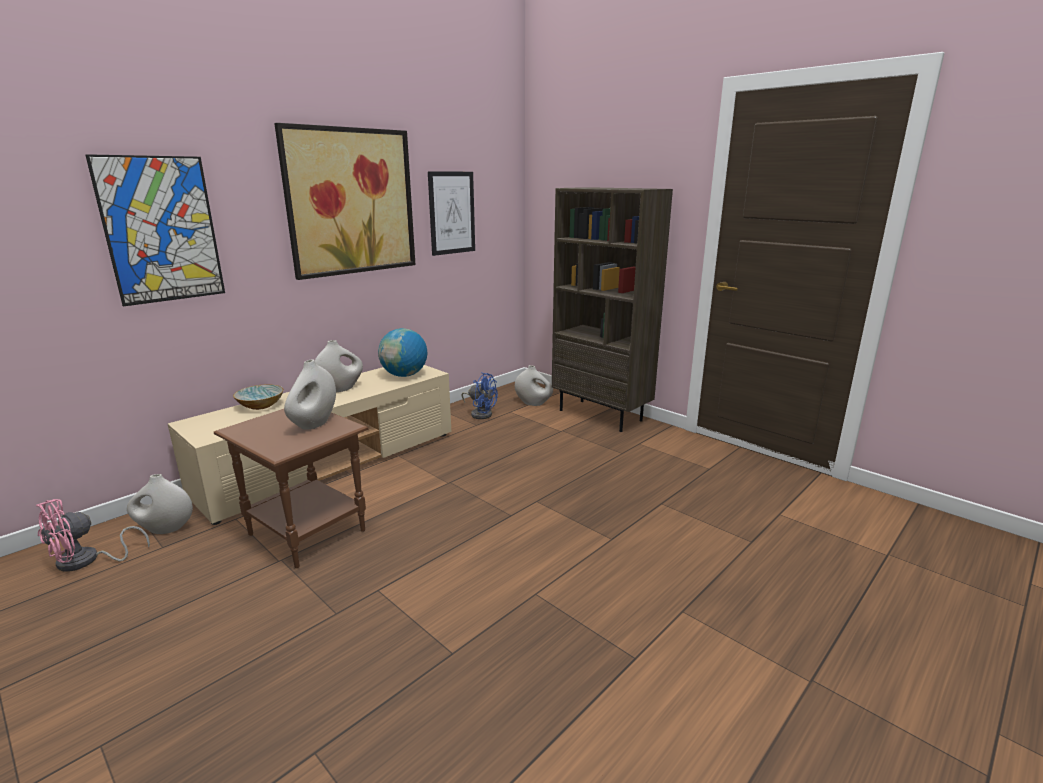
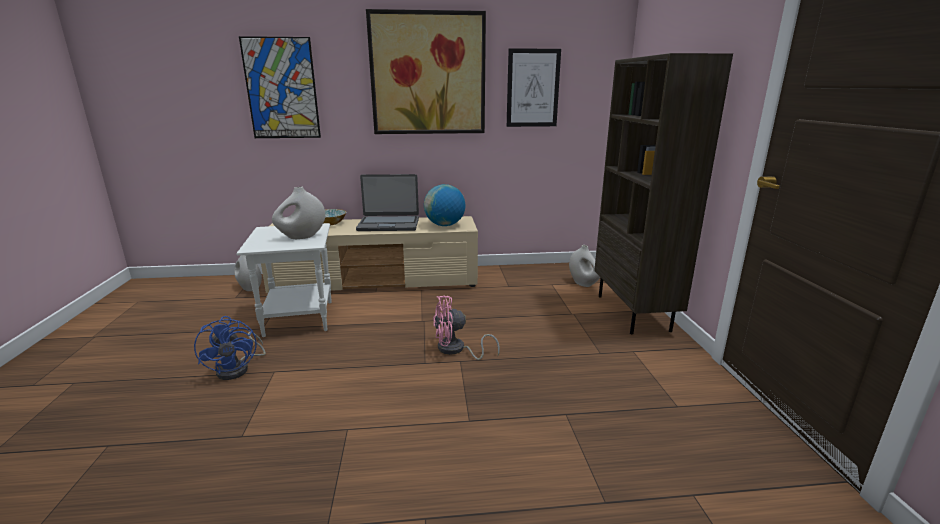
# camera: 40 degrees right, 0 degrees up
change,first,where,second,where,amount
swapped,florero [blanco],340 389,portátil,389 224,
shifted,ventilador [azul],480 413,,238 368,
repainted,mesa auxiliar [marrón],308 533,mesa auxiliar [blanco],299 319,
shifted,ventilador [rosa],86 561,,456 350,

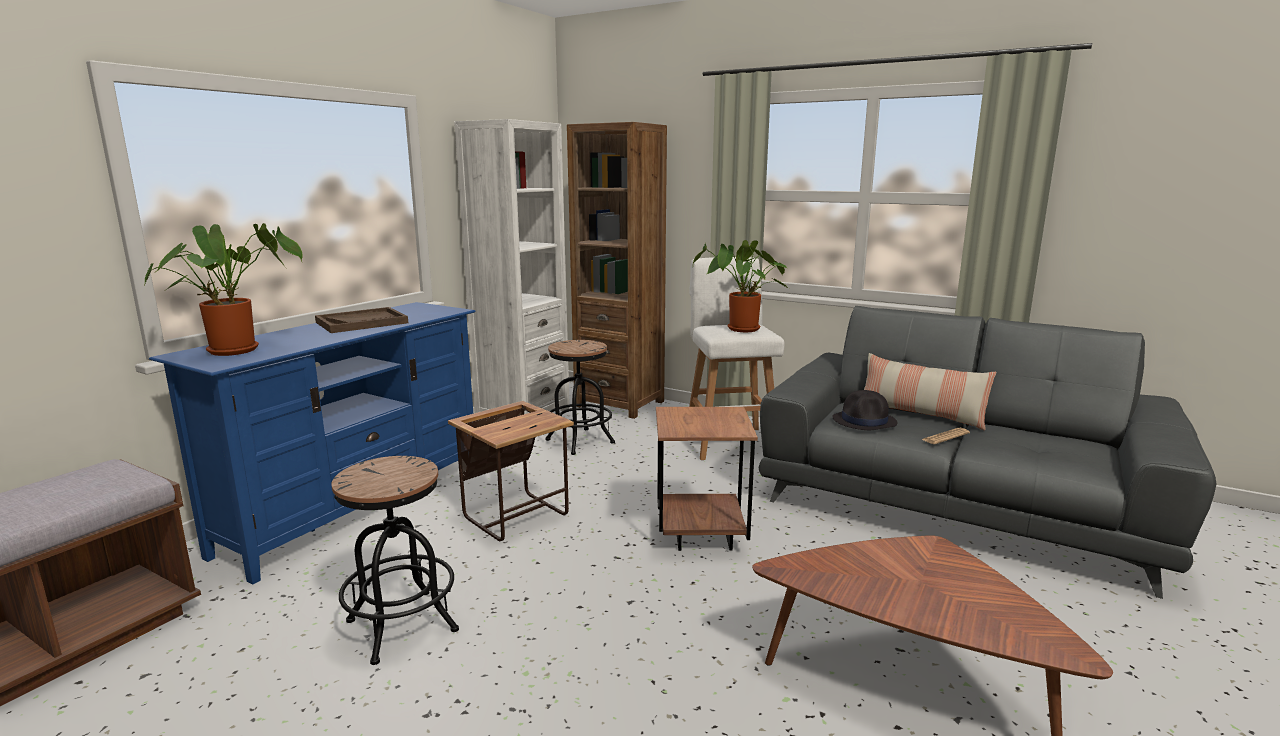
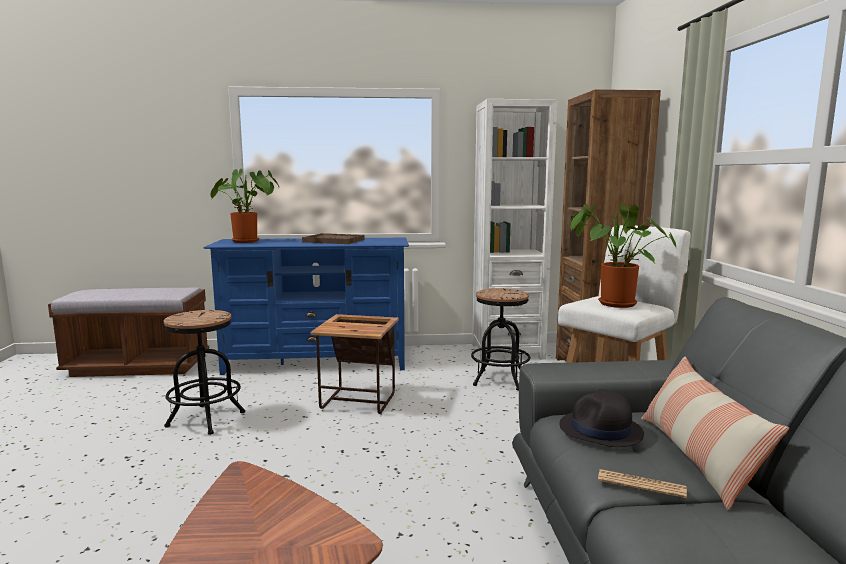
# camera: 55 degrees right, 5 degrees down
change,first,where,second,where,amount
gone,mesa auxiliar [marrón],701 535,,,

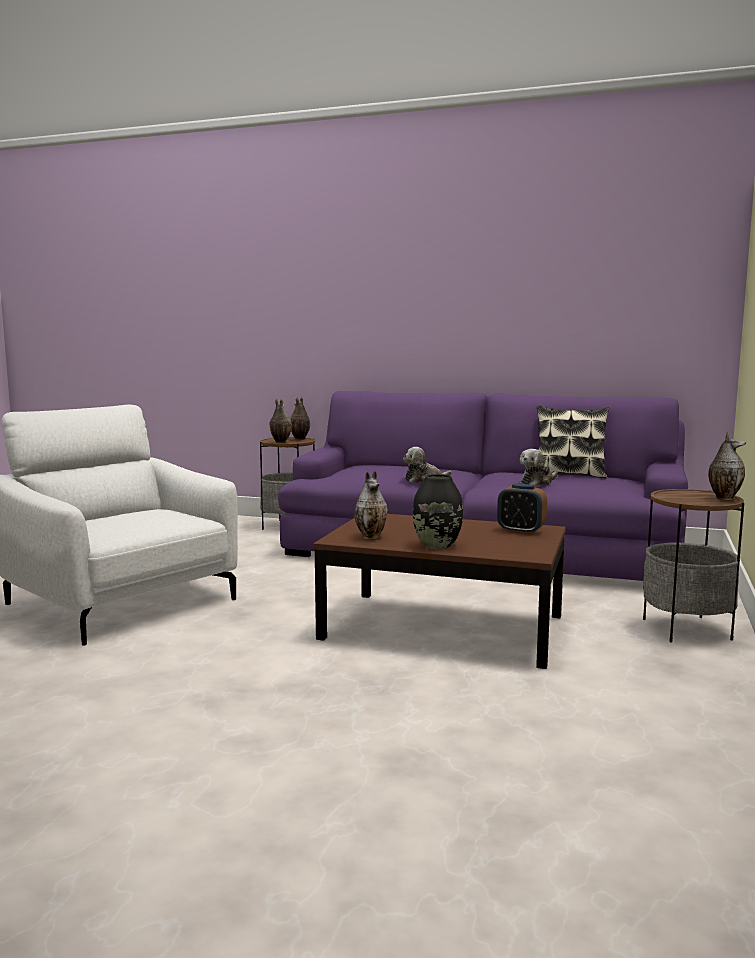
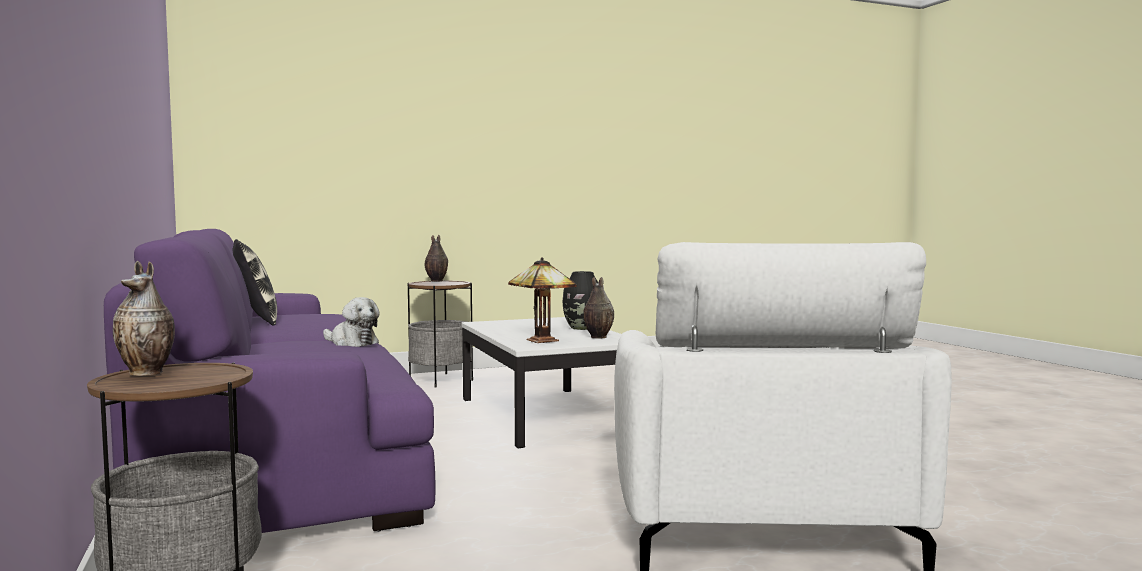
# camera: 130 degrees left, 5 degrees down
change,first,where,second,where,amount
gone,florero,280 442,,,
gone,peluche,537 482,,,
gone,despertador,521 531,,,
repainted,mesa de centro [marrón],444 627,mesa de centro [blanco],546 415,
new,,,lámpara de mesa,540 340,

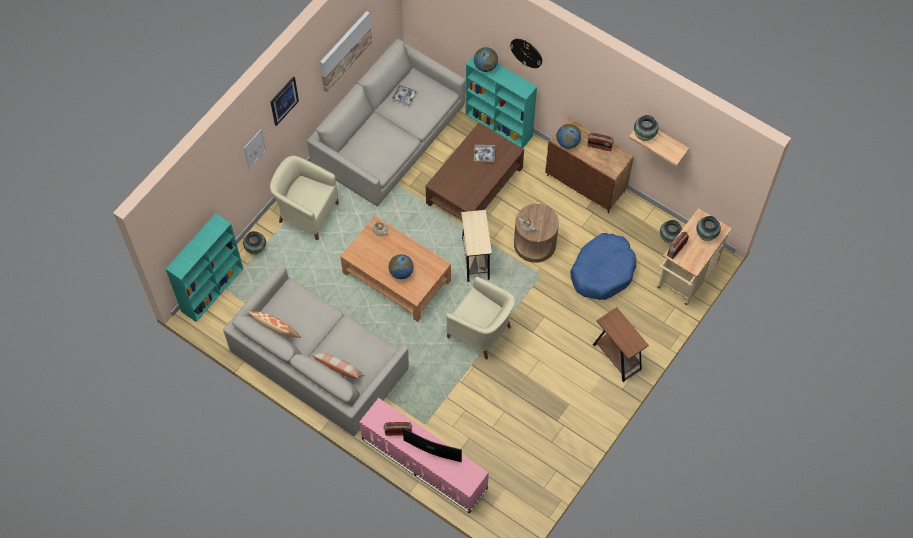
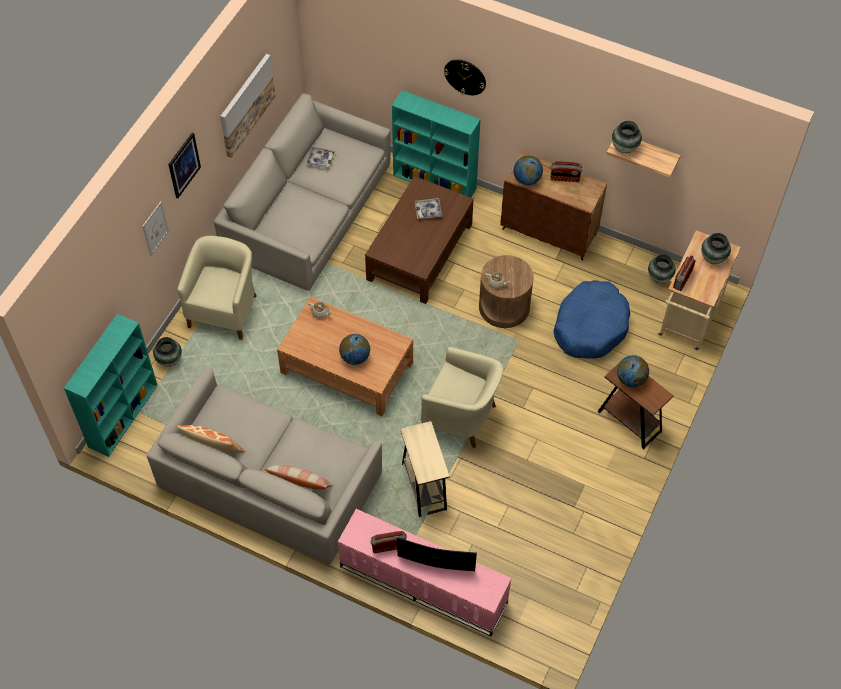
# camera: 10 degrees left, 5 degrees down
change,first,where,second,where,amount
shifted,globo terráqueo,485 66,,631 379,
rotated,sillón [beis],306 212,,224 310,90 degrees clockwise
shifted,mesa auxiliar [beis],475 259,,424 486,

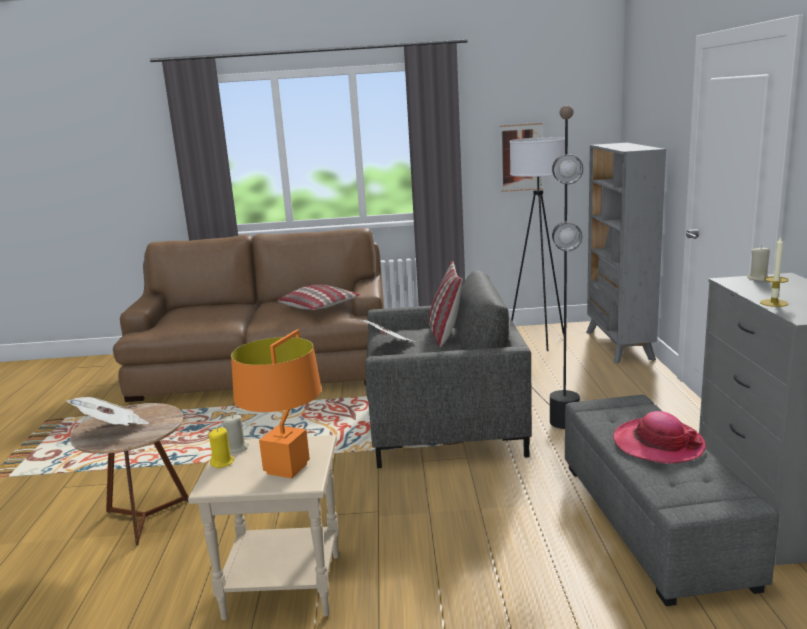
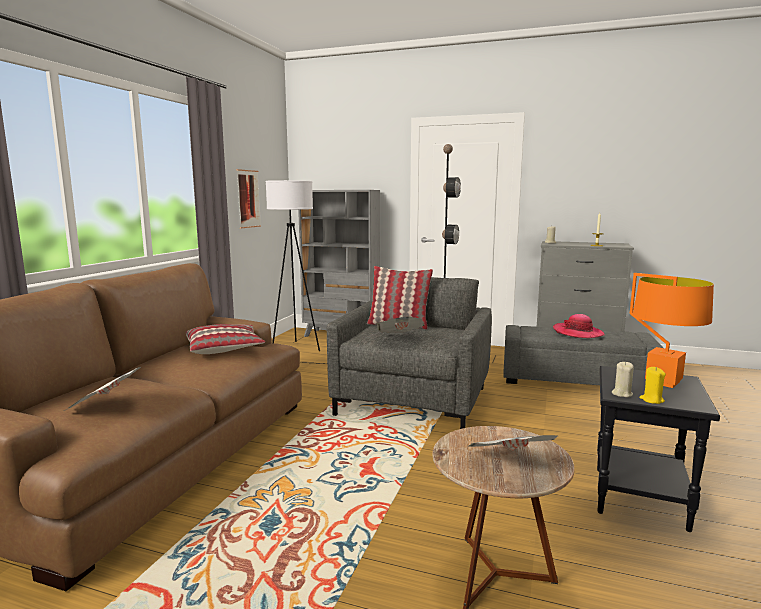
# camera: 70 degrees left, 5 degrees down
change,first,where,second,where,amount
repainted,mesa auxiliar [beis],281 588,mesa auxiliar [negro],641 499,
new,,,periódico,105 406,

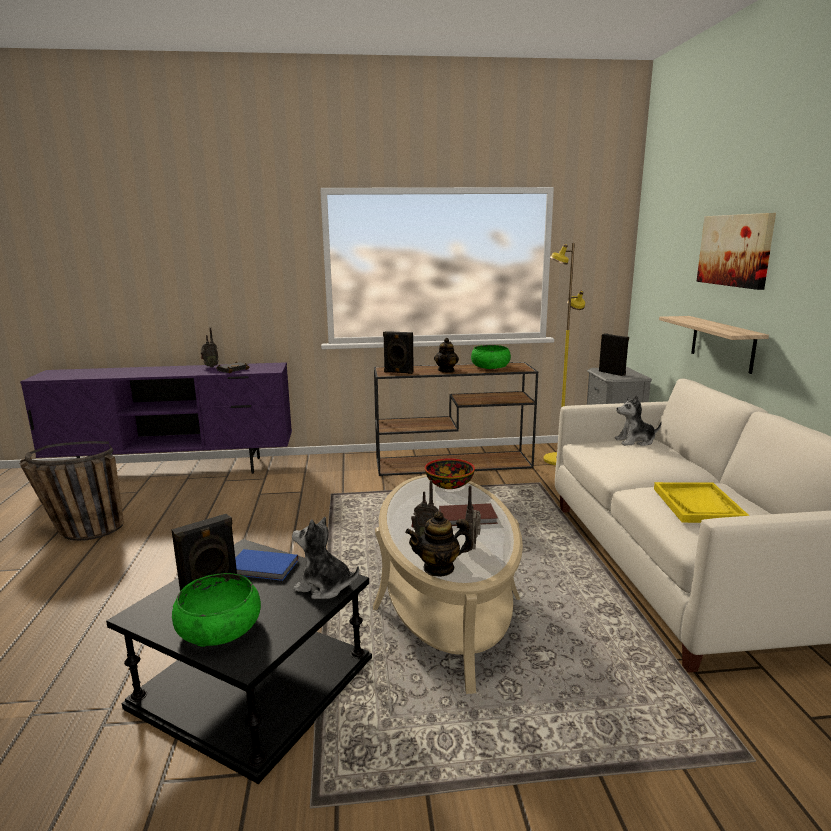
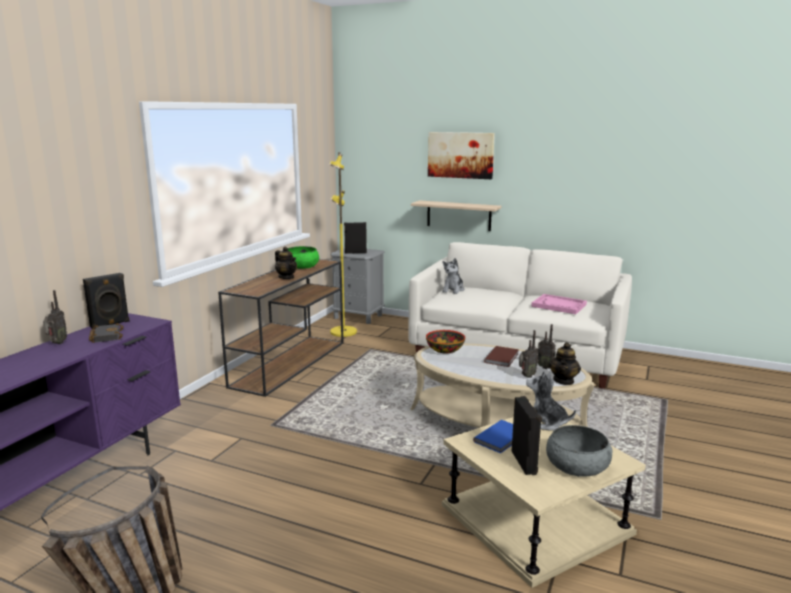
# camera: 60 degrees left, 0 degrees up
change,first,where,second,where,amount
shifted,altavoz [negro],398 372,,110 324,
repainted,bandeja [amarillo],698 505,bandeja [rosa],559 305,
rotated,peluche,324 587,,546 422,75 degrees clockwise
repainted,mesa auxiliar [negro],254 683,mesa auxiliar [beis],536 519,
repainted,cuenco [verde],219 628,cuenco [gris],577 465,

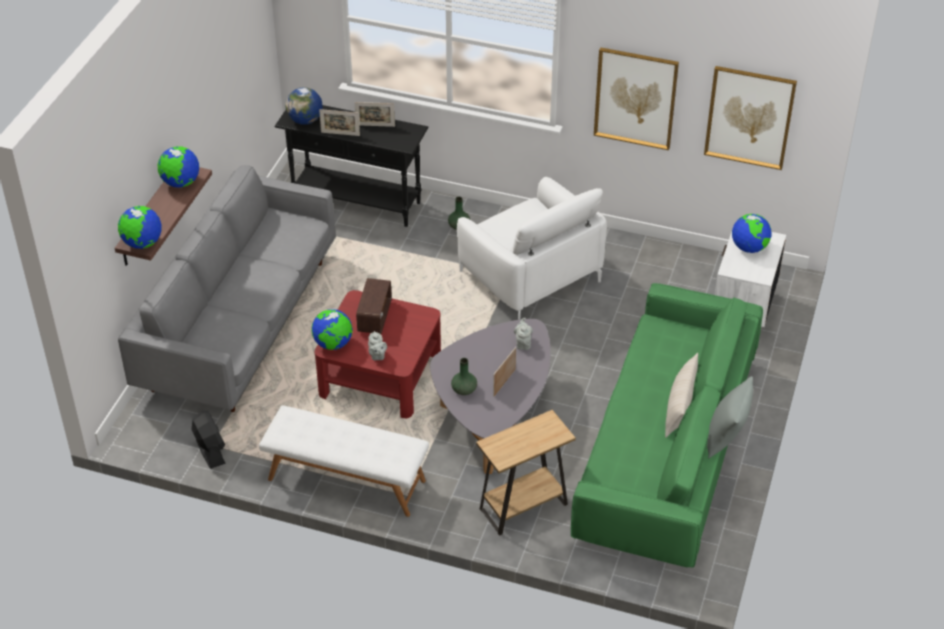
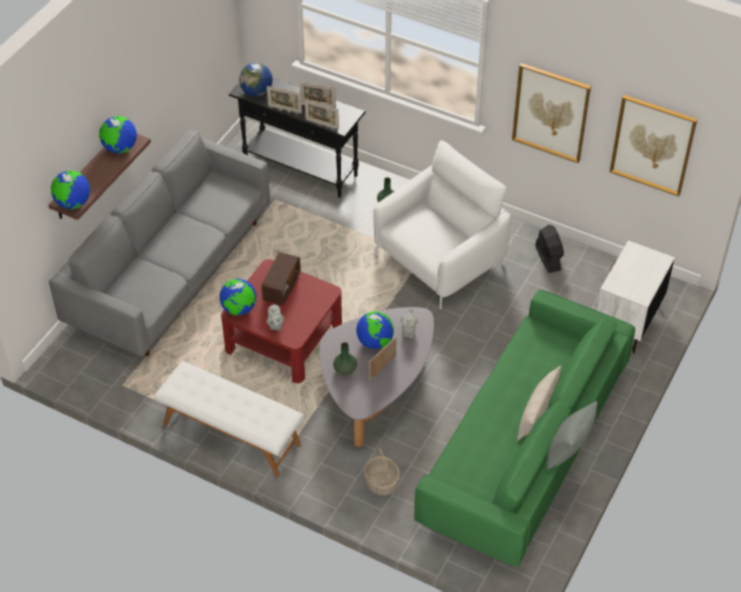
# camera: 10 degrees right, 5 degrees up
change,first,where,second,where,amount
rotated,sillón [blanco],529 276,,439 260,105 degrees counterclockwise
shifted,globo terráqueo,749 248,,375 342,
shifted,ventilador [negro],210 450,,548 258,
swapped,mesa auxiliar [marrón],523 506,cesta,382 483,
new,,,portarretratos,322 124,

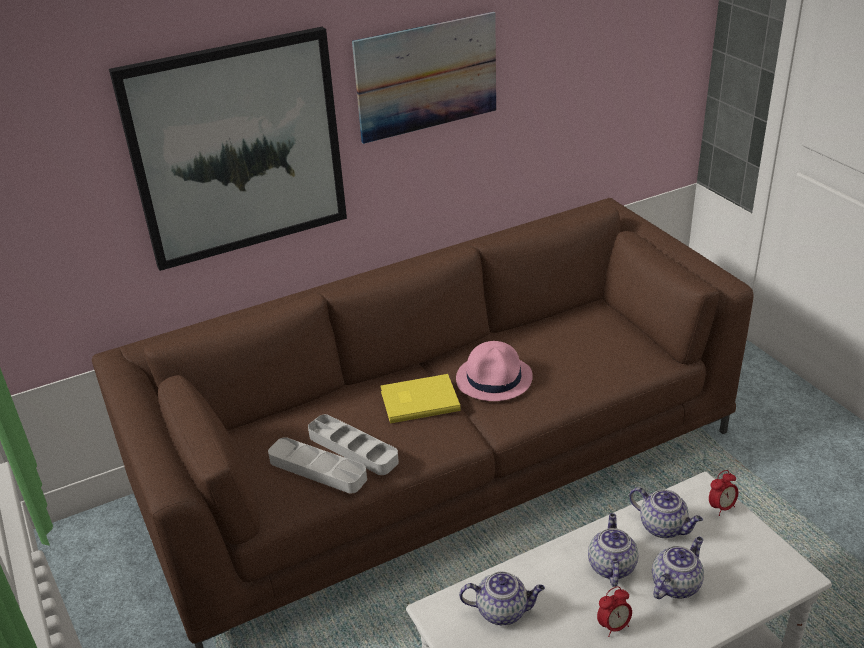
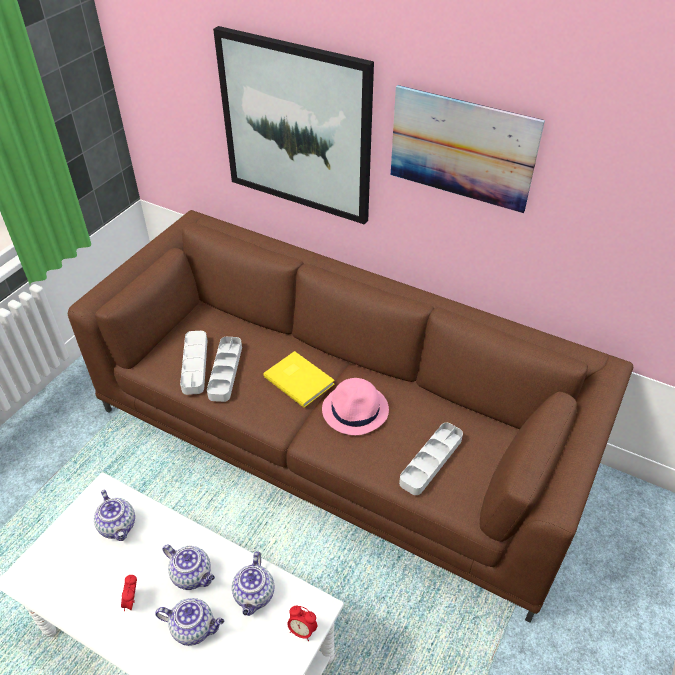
# camera: 55 degrees right, 10 degrees up
change,first,where,second,where,amount
rotated,tetera,611 566,,193 575,60 degrees clockwise
rotated,despertador,613 626,,132 601,60 degrees clockwise
new,,,bandeja [gris],431 461,

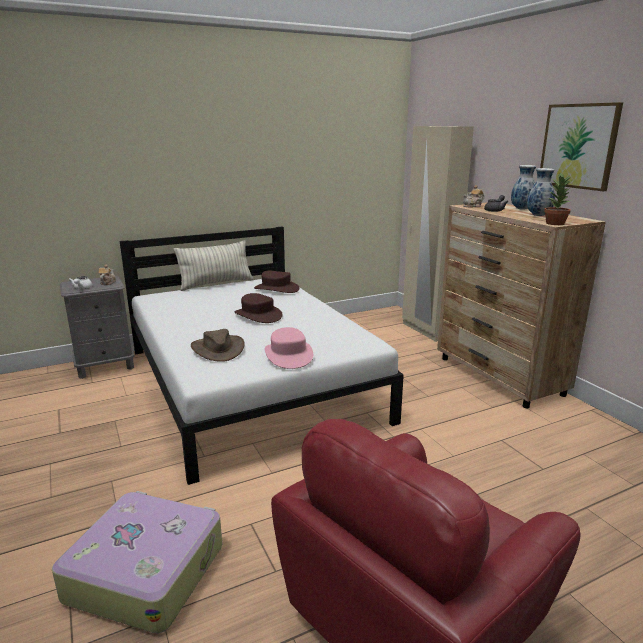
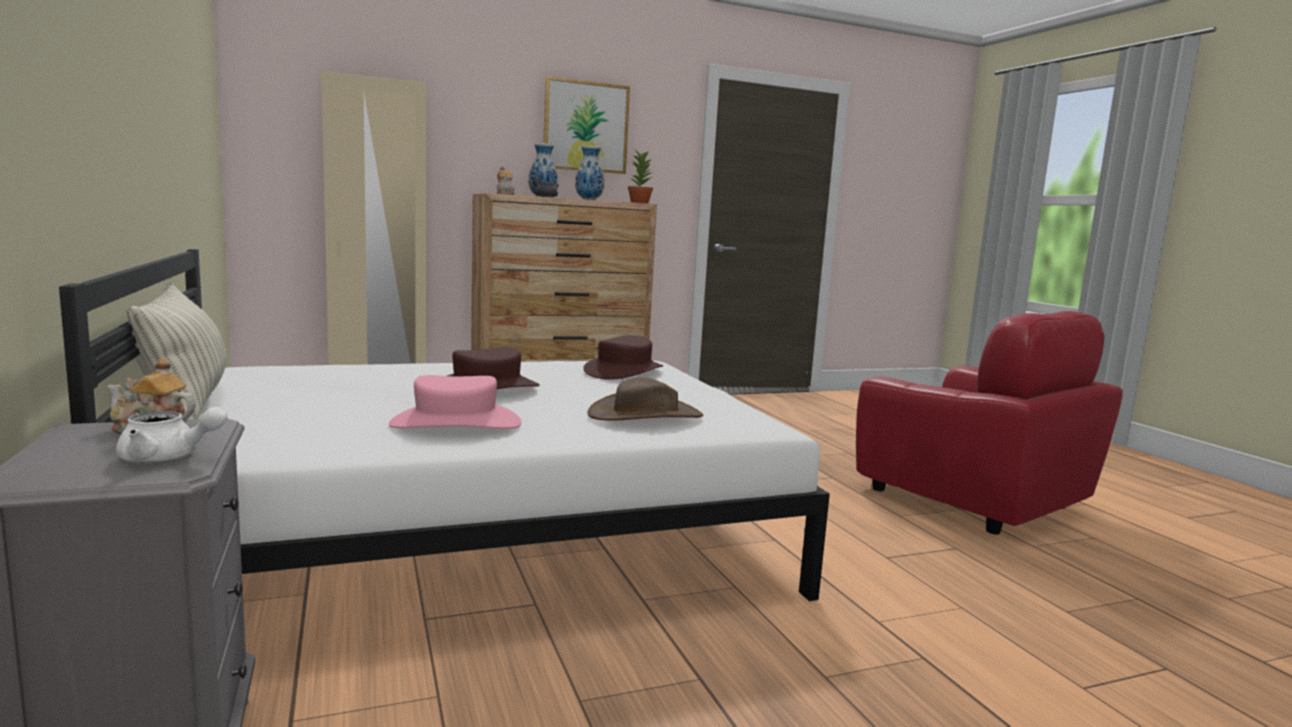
# camera: 85 degrees left, 10 degrees down
change,first,where,second,where,amount
shifted,sombrero [marrón],276 289,,624 371,
shifted,sombrero [rosa],288 355,,456 423,
gone,maleta,146 570,,,

